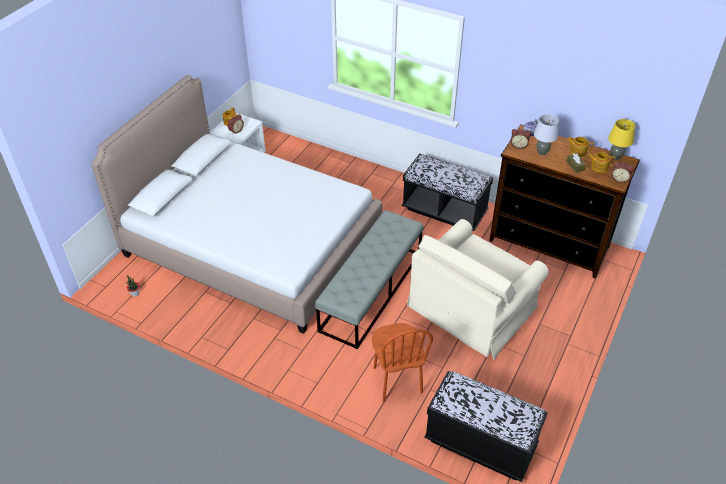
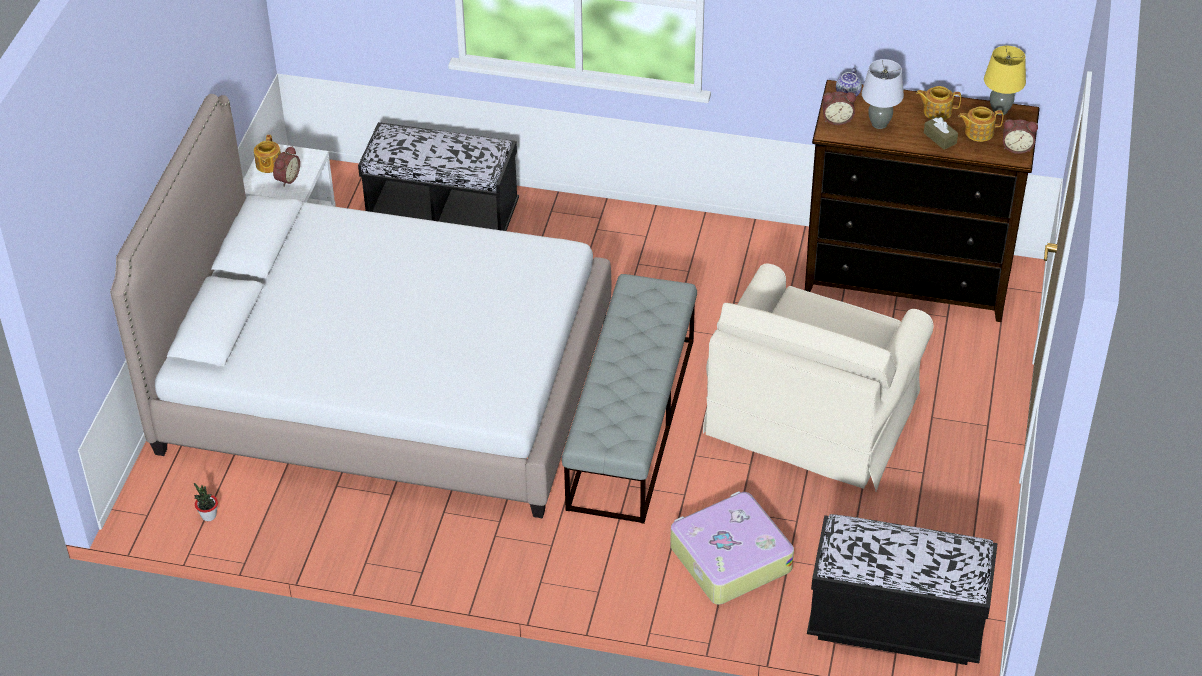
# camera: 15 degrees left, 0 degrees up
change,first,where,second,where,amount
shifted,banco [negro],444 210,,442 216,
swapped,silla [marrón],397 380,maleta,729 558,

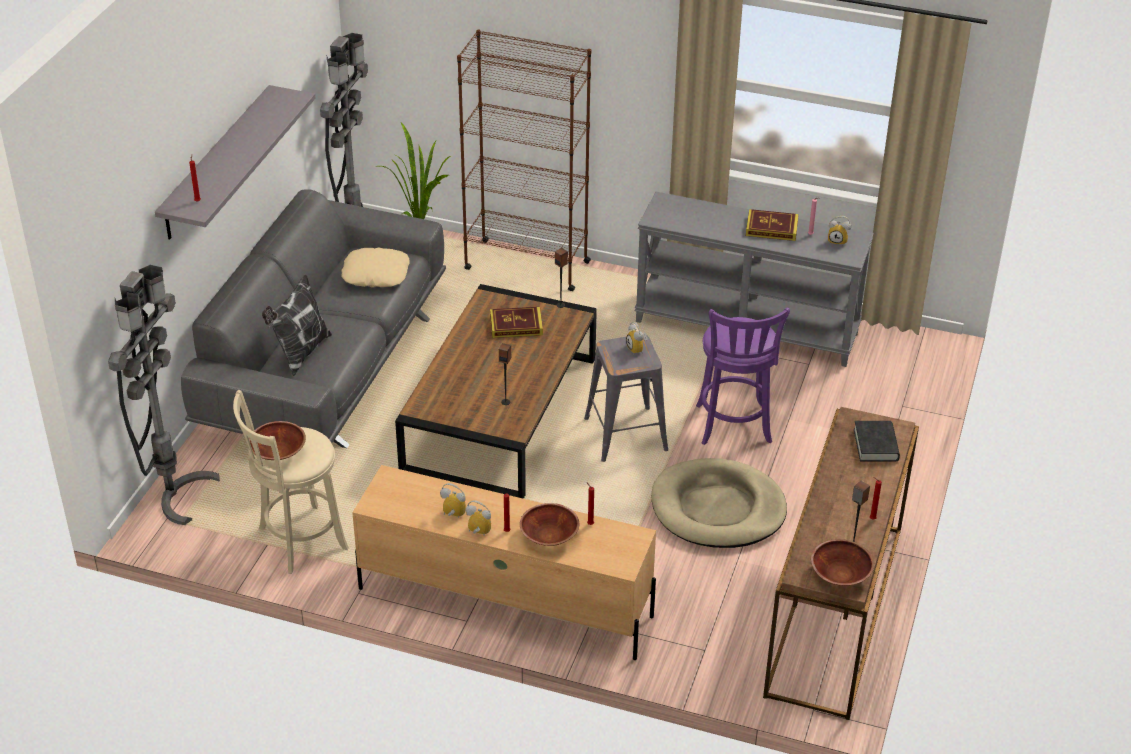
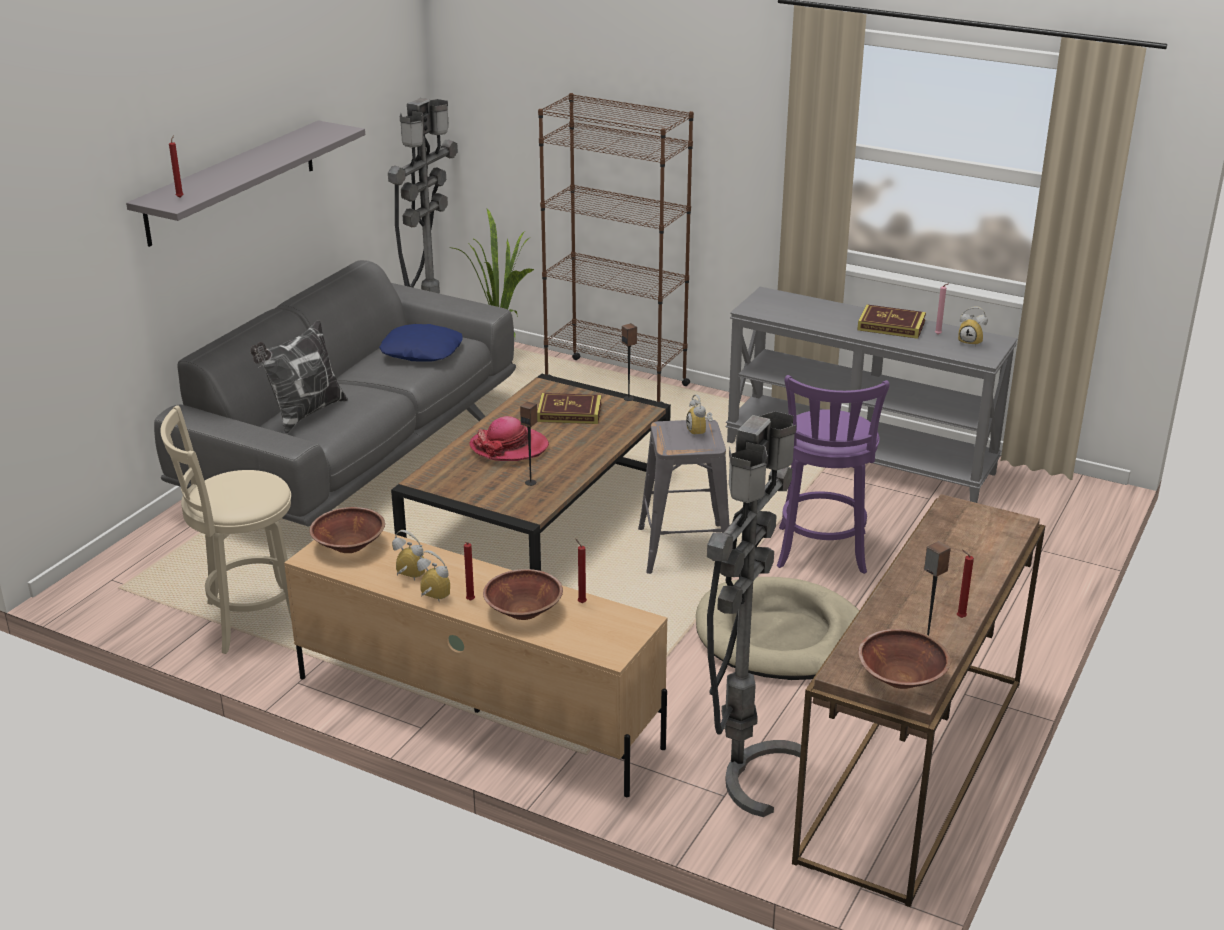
# camera: 10 degrees right, 10 degrees down
change,first,where,second,where,amount
repainted,cojín [beis],376 274,cojín [azul],422 351,
shifted,lámpara de pie [gris],175 494,,743 770,
shifted,cuenco [marrón],278 453,,349 545,
gone,libro [negro],875 445,,,
new,,,sombrero,509 447,

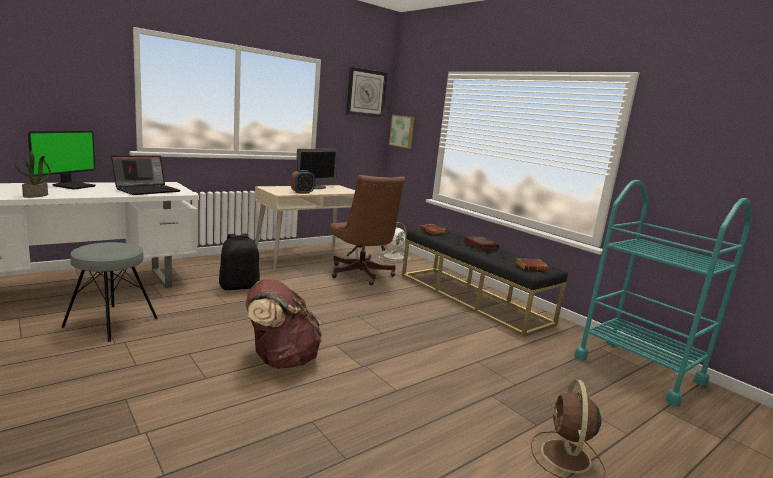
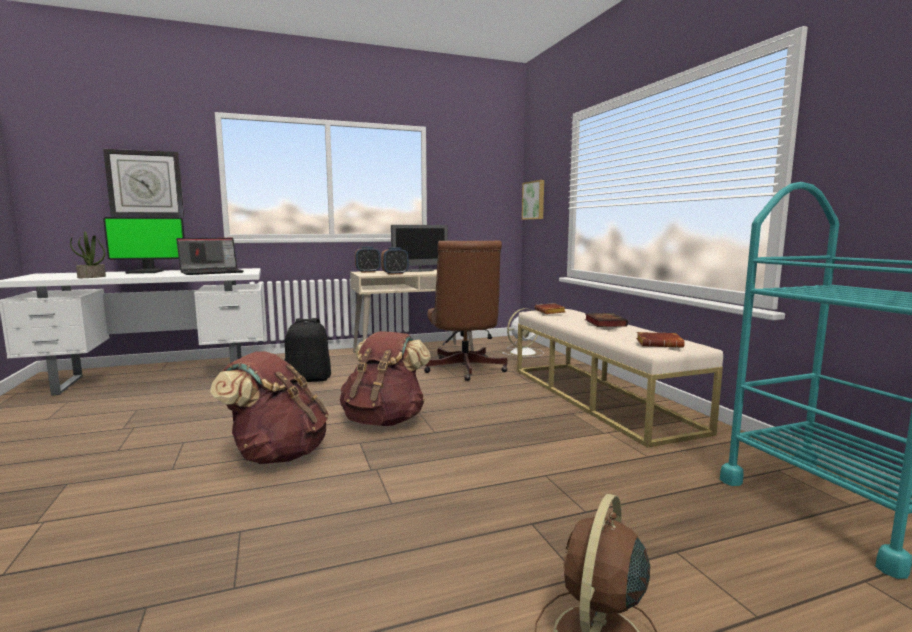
# camera: 20 degrees right, 5 degrees down
change,first,where,second,where,amount
shifted,reloj de pared,366 93,,145 184,
rotated,monitor,73 186,,146 272,45 degrees clockwise
repainted,banco [negro],472 298,banco [beis],599 398,
gone,taburete [gris],111 322,,,
new,,,despertador,368 272,
new,,,mochila [marrón],384 421,

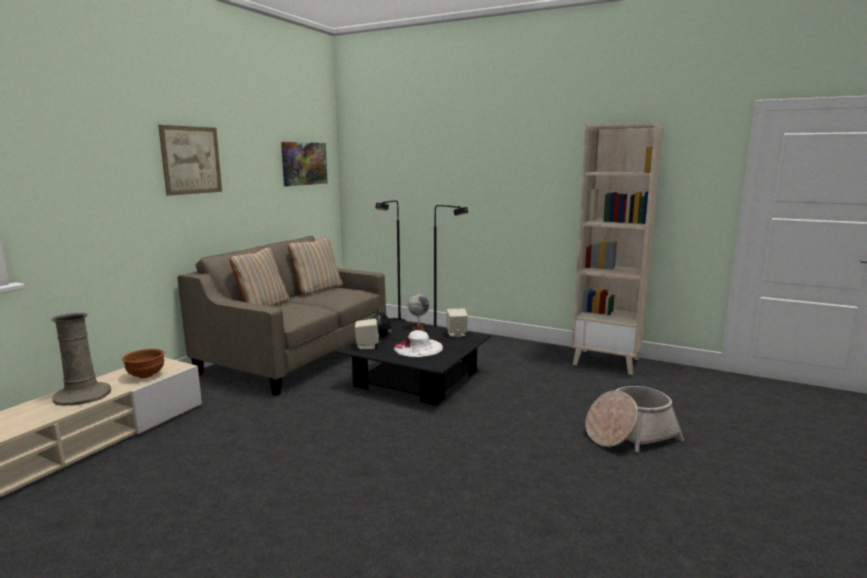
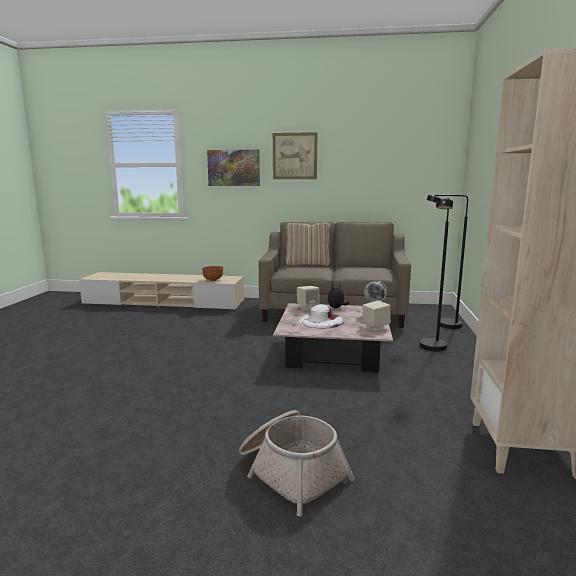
# camera: 70 degrees right, 0 degrees up
change,first,where,second,where,amount
shifted,cuadro,304 163,,234 168,
gone,cojín [beis],317 290,,,
gone,florero [beis],82 395,,,
repainted,mesa de centro [negro],416 378,mesa de centro [rosa],333 353,

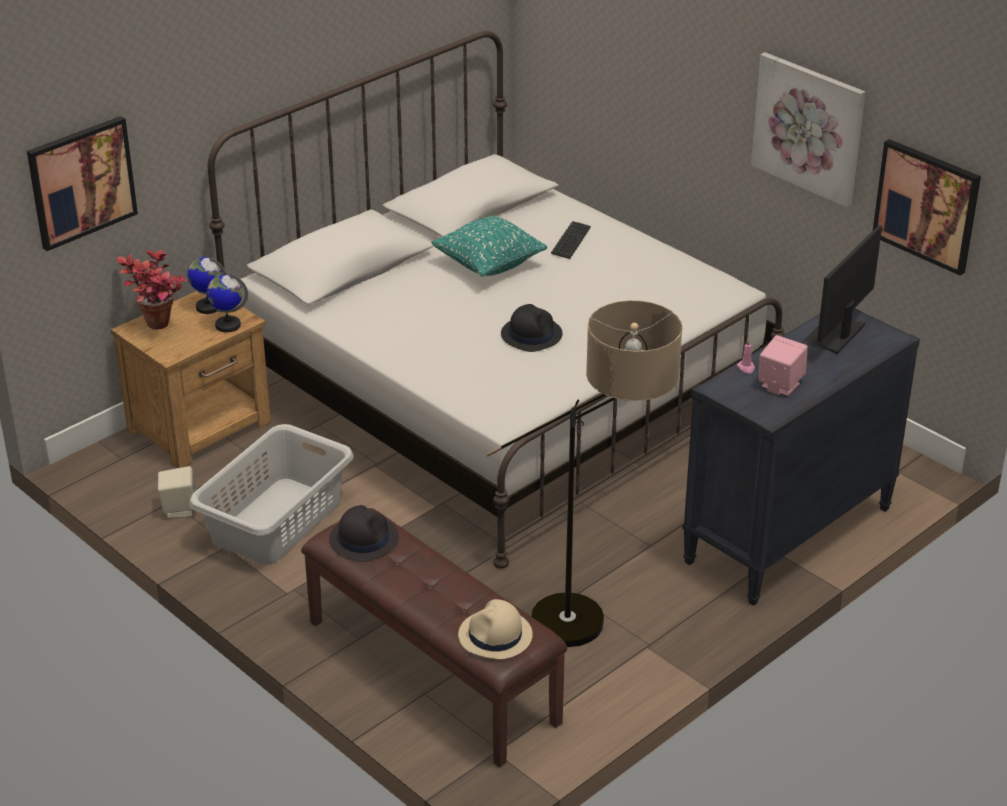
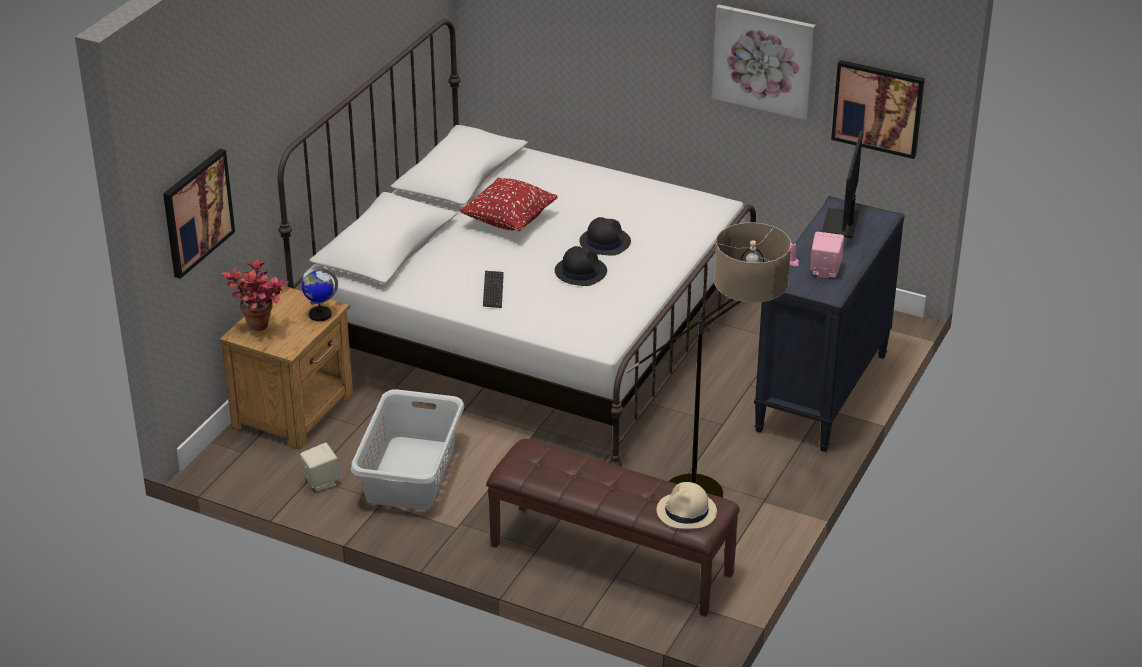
# camera: 20 degrees left, 0 degrees up
change,first,where,second,where,amount
repainted,cojín [turquesa],489 265,cojín [rojo],509 221,
shifted,teclado,571 241,,493 290,
gone,globo terráqueo,208 307,,,
shifted,sombrero [negro],364 539,,604 242,

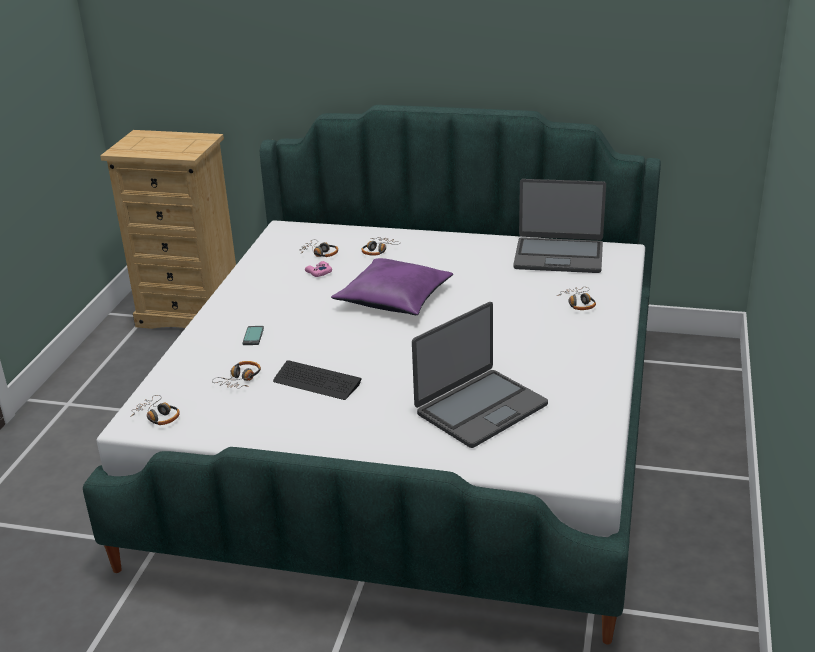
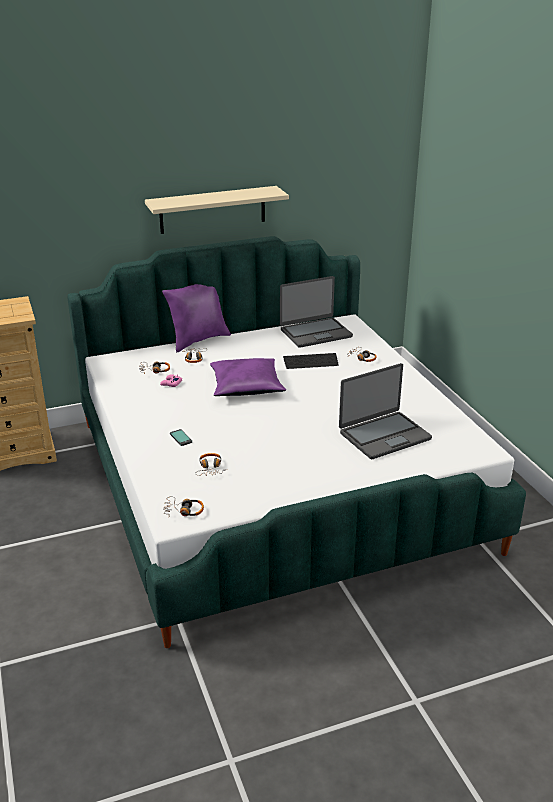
# camera: 35 degrees left, 0 degrees up
change,first,where,second,where,amount
rotated,portátil,480 409,,384 435,45 degrees clockwise
shifted,teclado,317 382,,310 362,
new,,,estante [beis],212 210,
new,,,cojín [morado],198 340,

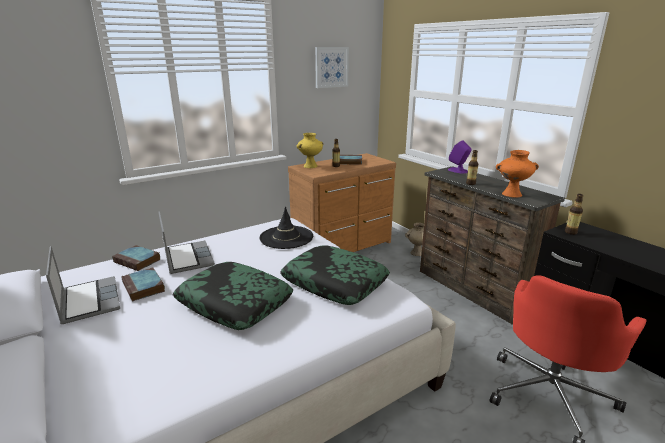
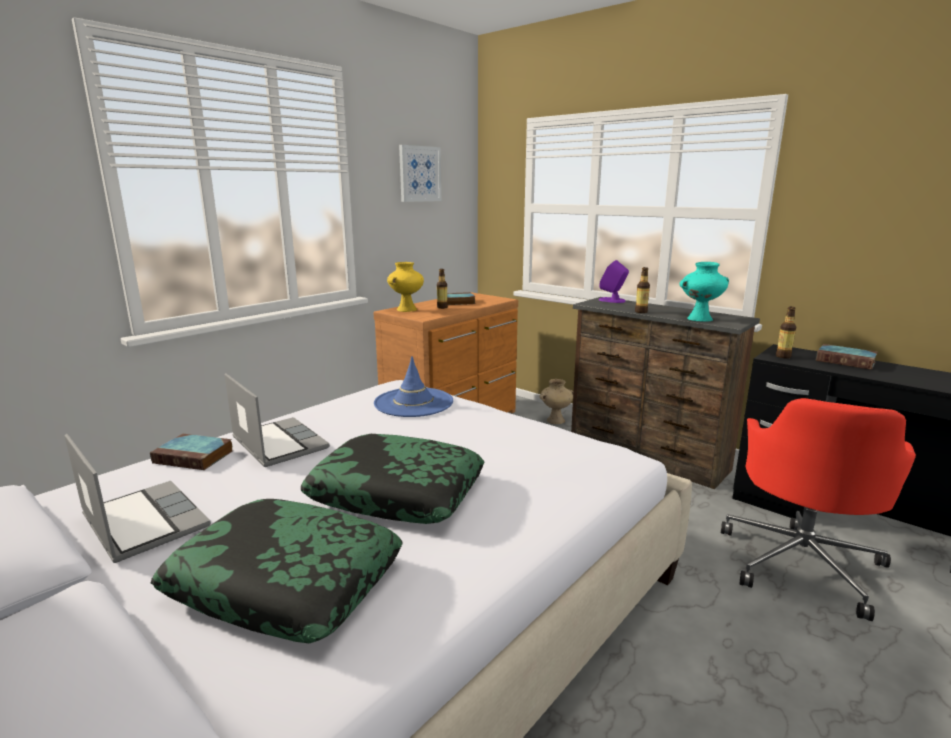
# camera: 15 degrees left, 5 degrees down
change,first,where,second,where,amount
repainted,florero [naranja],511 194,florero [turquesa],699 319,
repainted,sombrero [negro],286 237,sombrero [azul],413 402,
shifted,cojín,334 283,,284 583,
shifted,libro,144 287,,846 361,

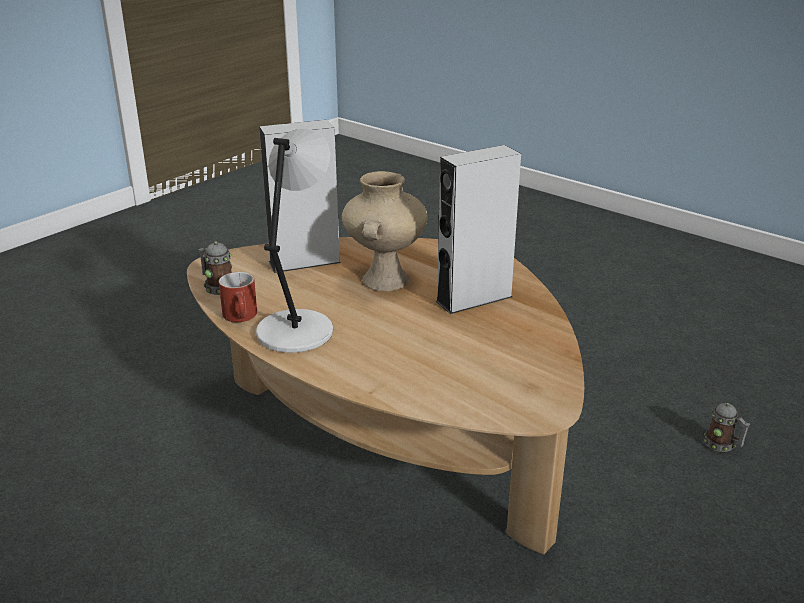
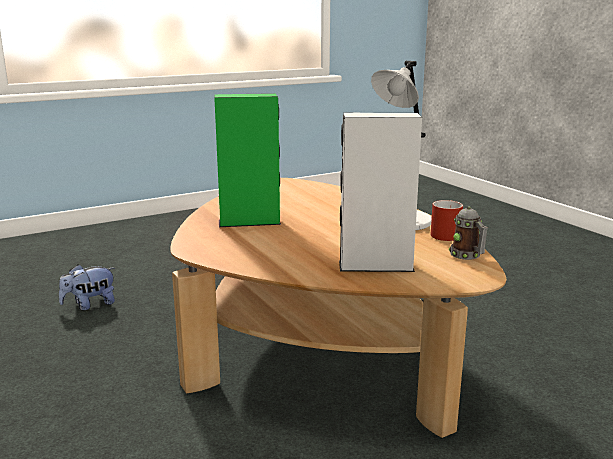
# camera: 160 degrees left, 10 degrees down
change,first,where,second,where,amount
repainted,altavoz [gris],474 299,altavoz [verde],249 222,
gone,florero [beis],385 279,,,
swapped,taza grande,722 445,peluche,90 305,

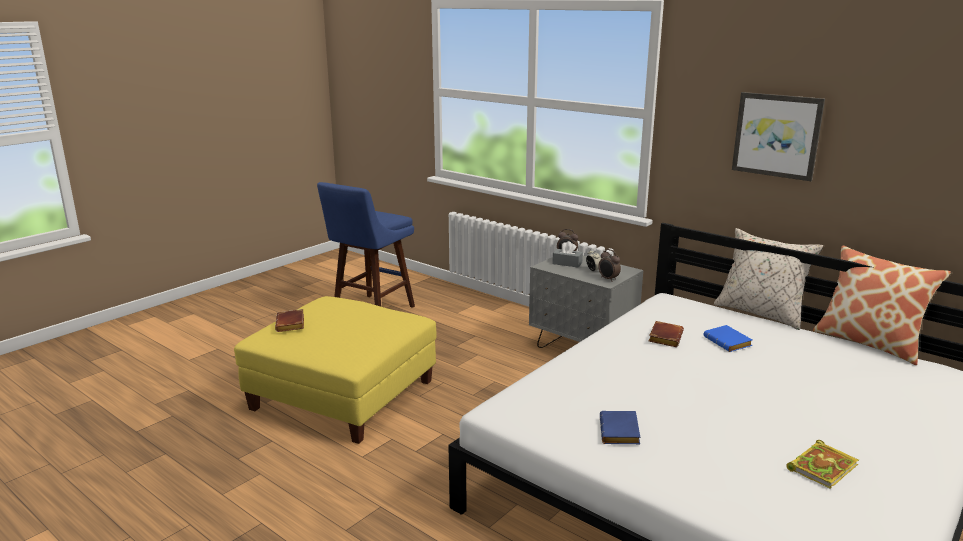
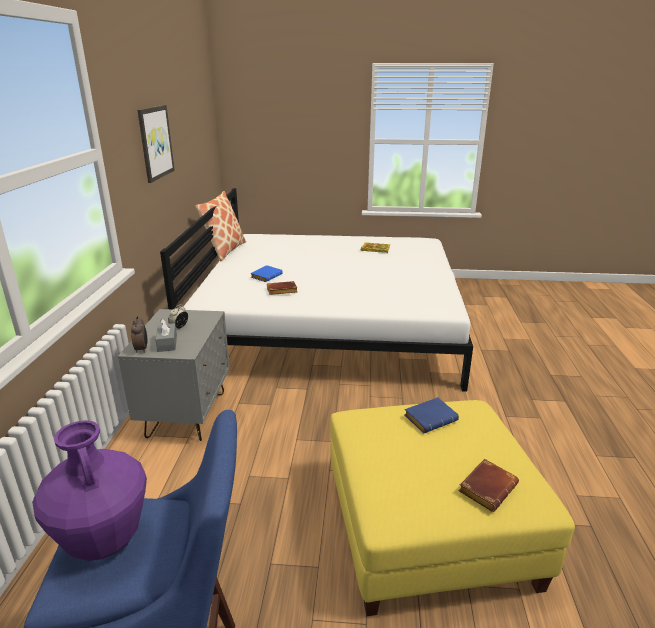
# camera: 125 degrees left, 5 degrees up
change,first,where,second,where,amount
gone,cojín [beis],760 313,,,
gone,despertador,608 279,,,
shifted,libro [azul],621 433,,430 418,
new,,,florero [morado],104 540,

